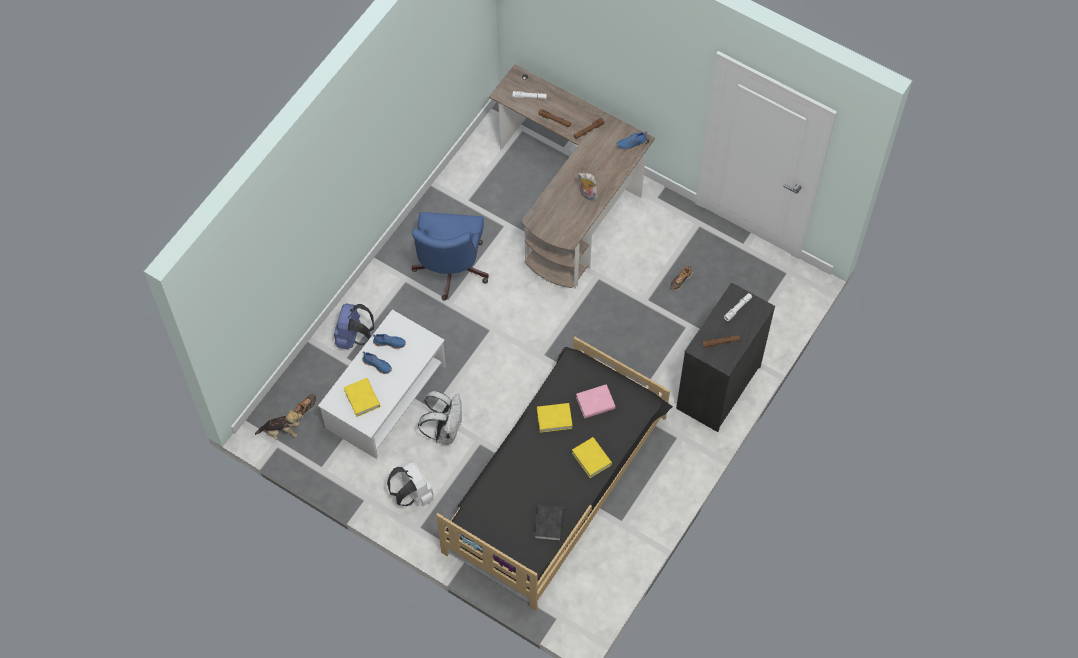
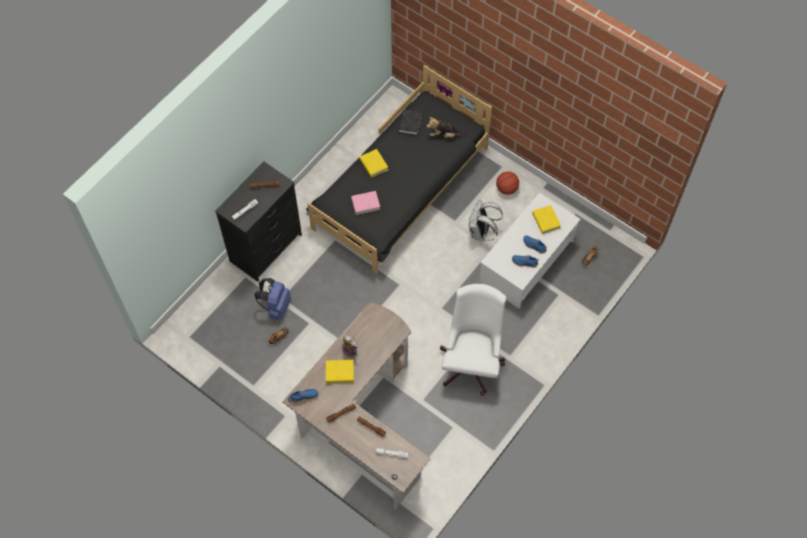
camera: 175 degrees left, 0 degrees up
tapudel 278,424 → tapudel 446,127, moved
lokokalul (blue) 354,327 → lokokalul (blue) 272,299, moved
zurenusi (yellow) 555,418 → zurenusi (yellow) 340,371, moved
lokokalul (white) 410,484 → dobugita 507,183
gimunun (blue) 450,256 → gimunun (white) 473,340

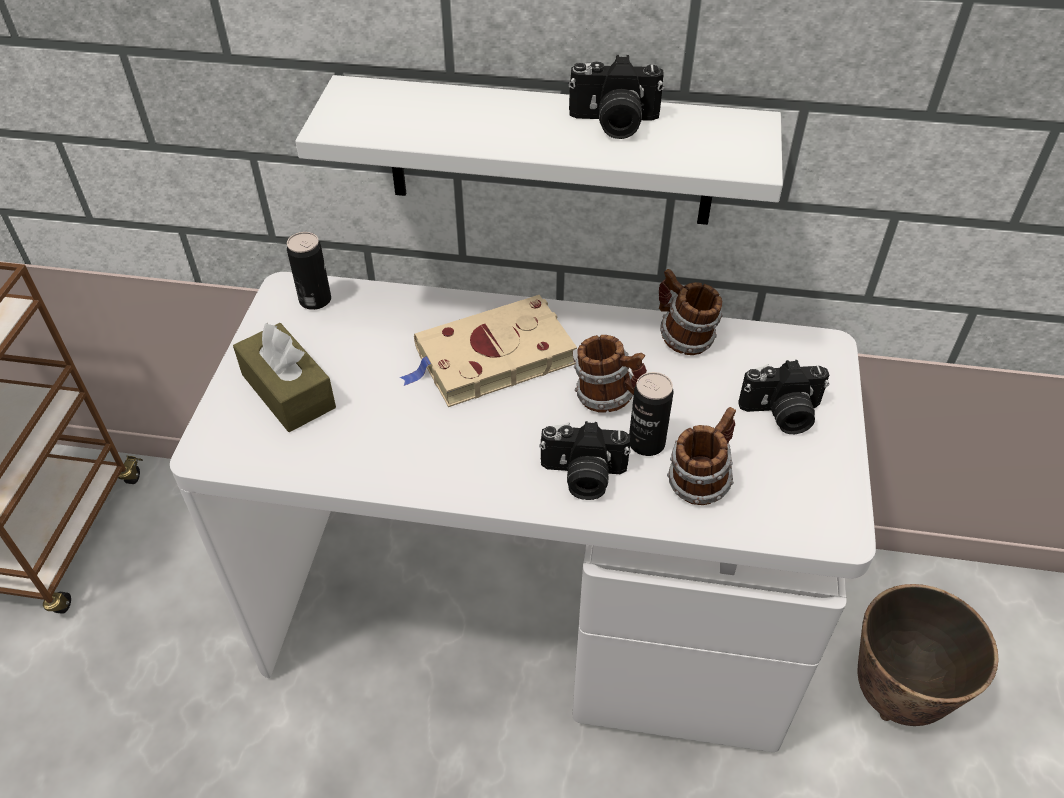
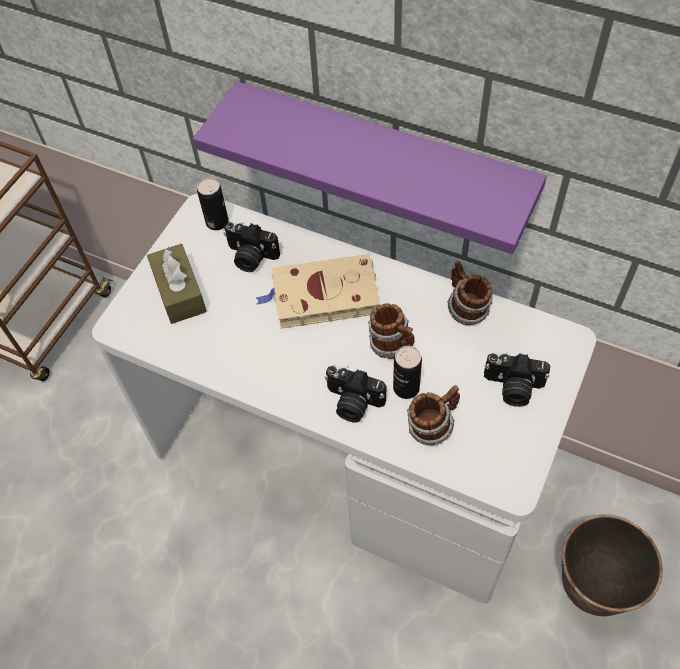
camera: 20 degrees right, 10 degrees up
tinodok 616,97 → tinodok 252,247, moved
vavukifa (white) 539,150 → vavukifa (purple) 370,167

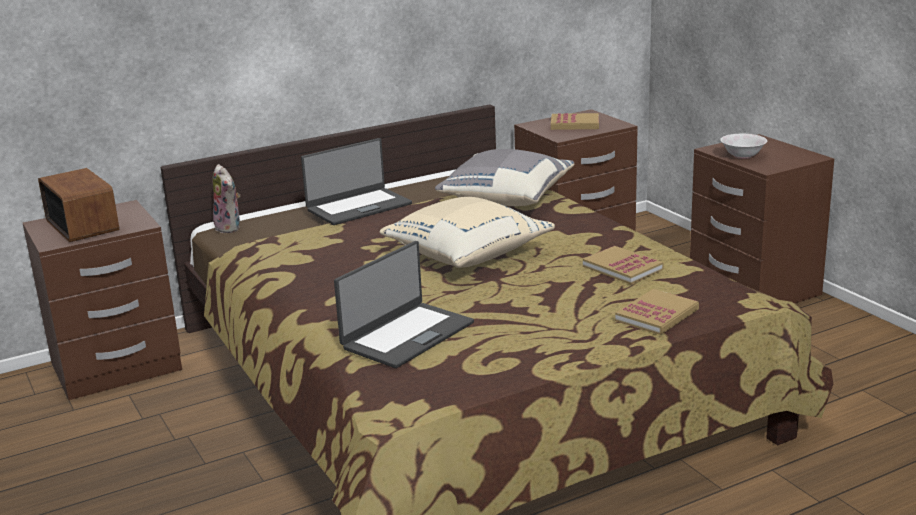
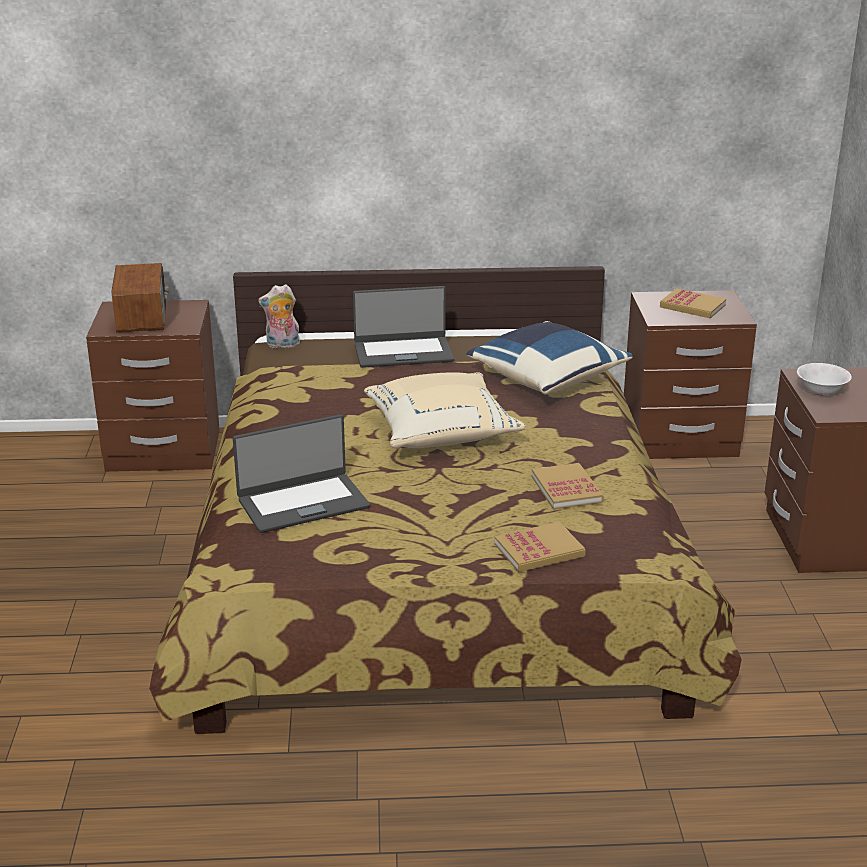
camera: 25 degrees right, 5 degrees up
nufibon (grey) 504,177 → nufibon (blue) 550,358
tapudel 226,198 → tapudel 279,316, 90 degrees clockwise

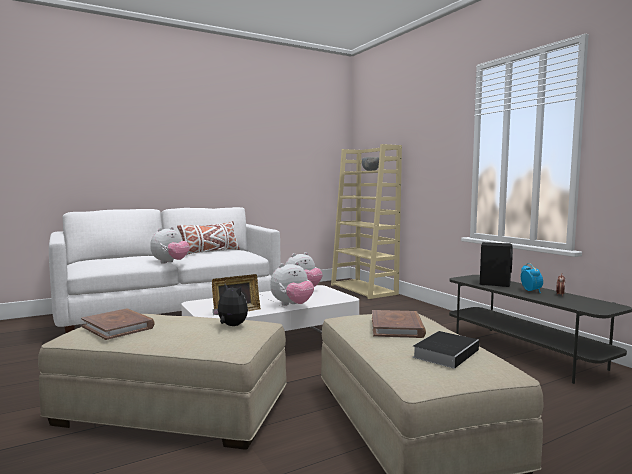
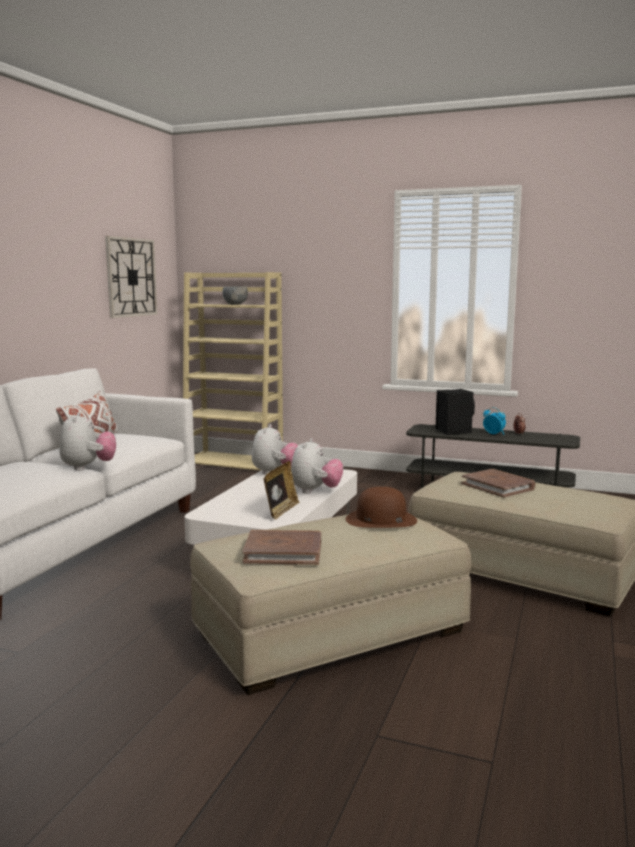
camera: 40 degrees left, 5 degrees up
zurenusi 446,350 → -
- → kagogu 131,277
tapudel 230,305 → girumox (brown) 381,507

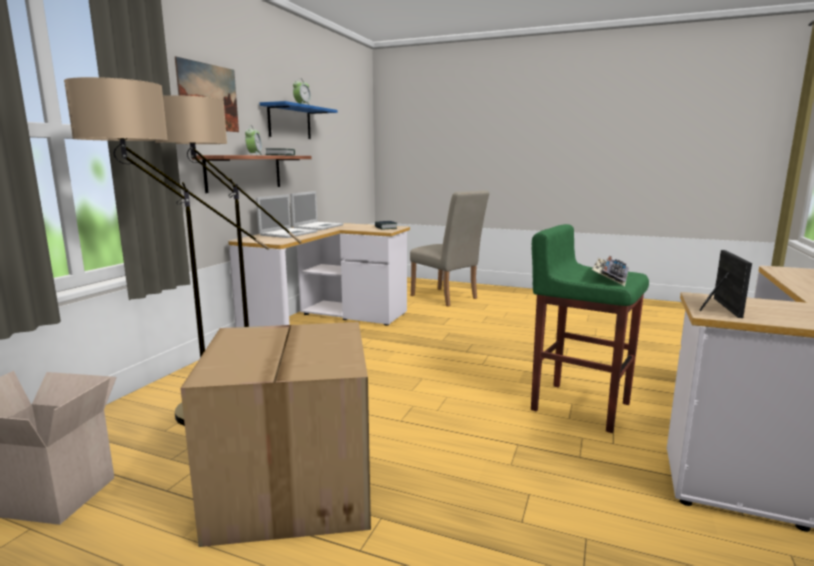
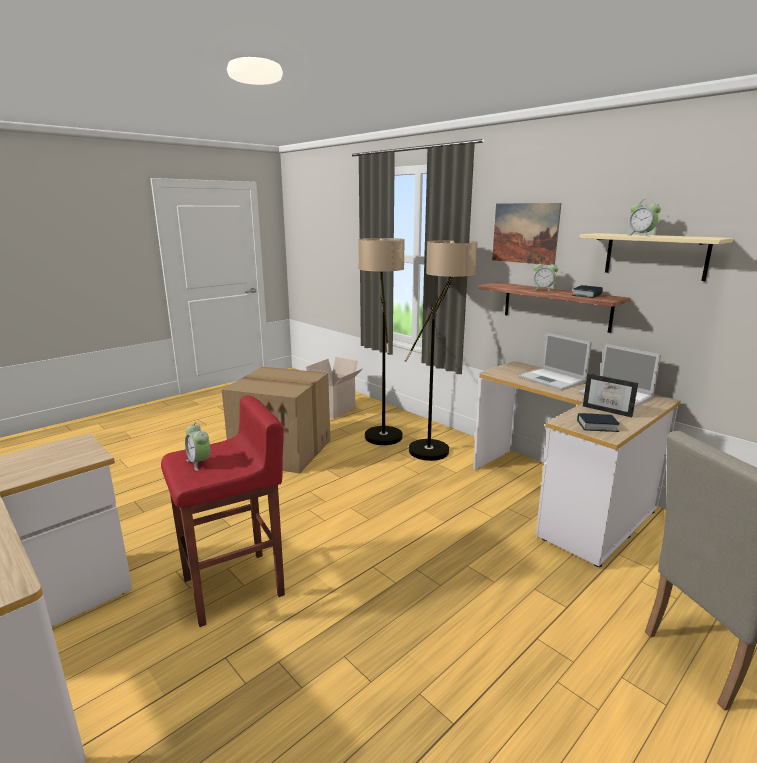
camera: 115 degrees right, 5 degrees up
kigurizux 726,284 → kigurizux 610,395, moved
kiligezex 610,271 → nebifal 197,446
vavukifa (blue) 299,120 → vavukifa (beige) 656,257
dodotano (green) 590,328 → dodotano (red) 223,511

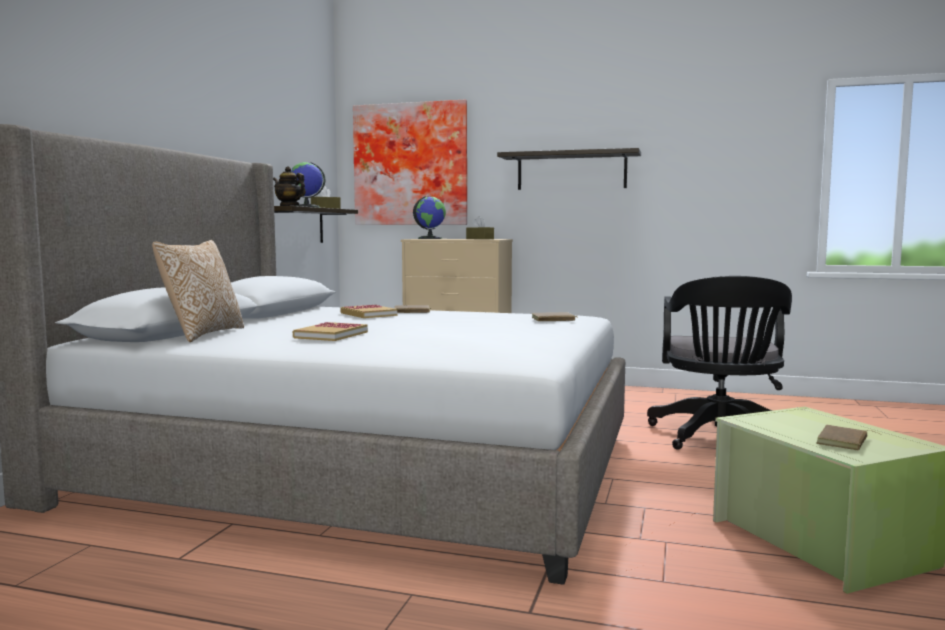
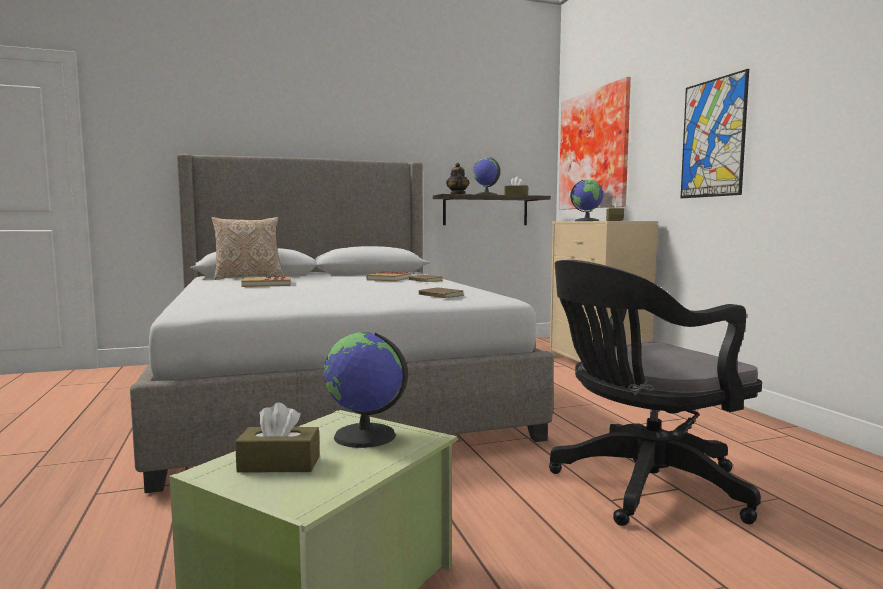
camera: 55 degrees right, 0 degrees up
- → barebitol 366,390
vavukifa 569,169 → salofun 715,133
zurenusi (brown) 848,438 → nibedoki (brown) 277,437

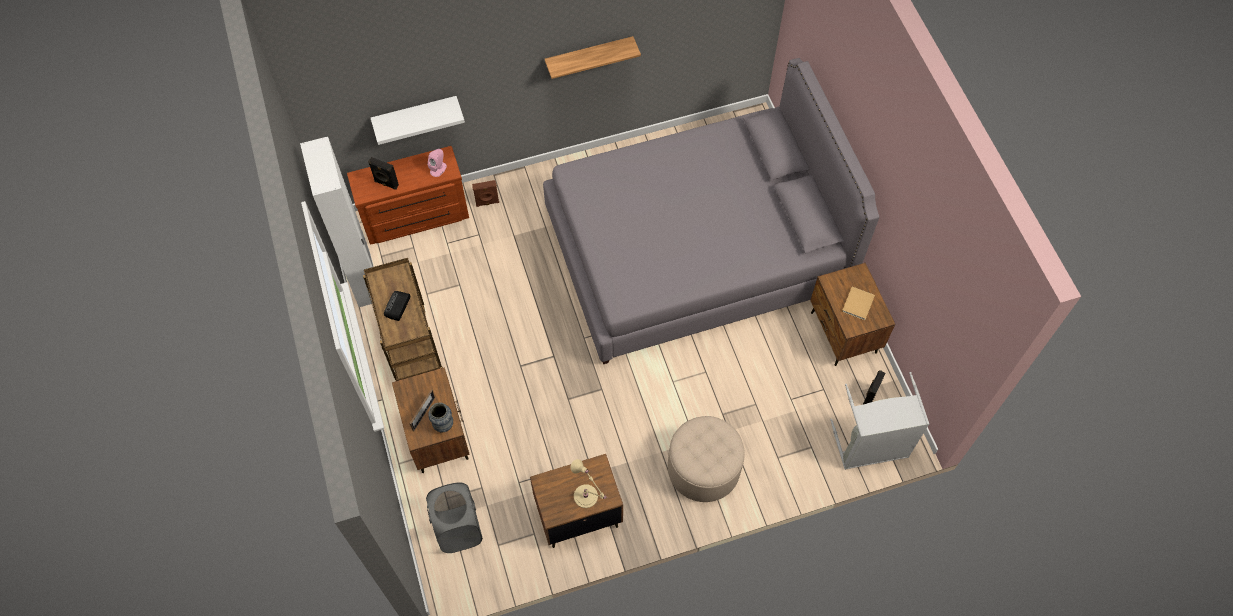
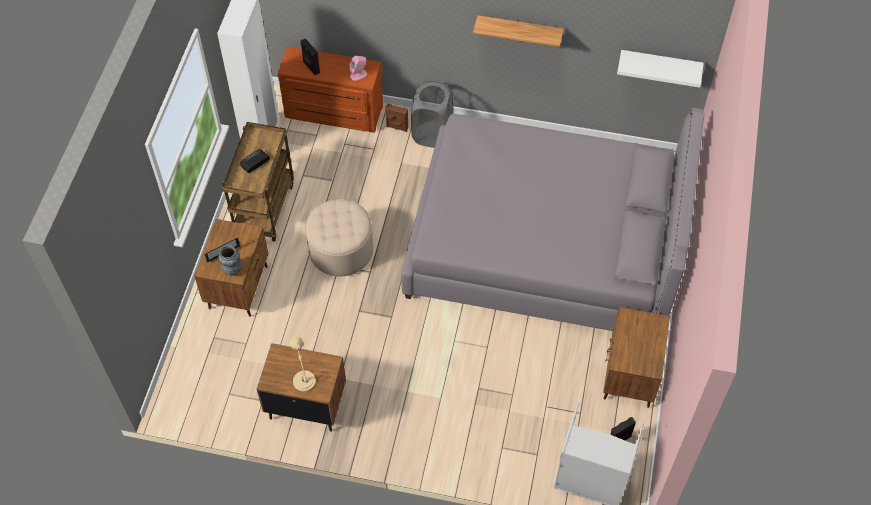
camera: 30 degrees right, 5 degrees down
zurenusi (beige) 858,303 → -
vavukifa (white) 418,120 → vavukifa (white) 660,69, moved
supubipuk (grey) 454,517 → supubipuk (grey) 432,114, moved
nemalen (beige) 706,459 → nemalen (beige) 339,238, moved

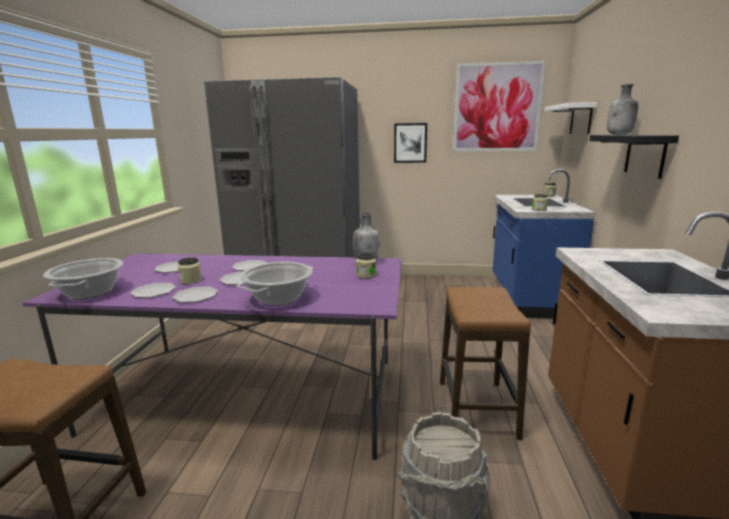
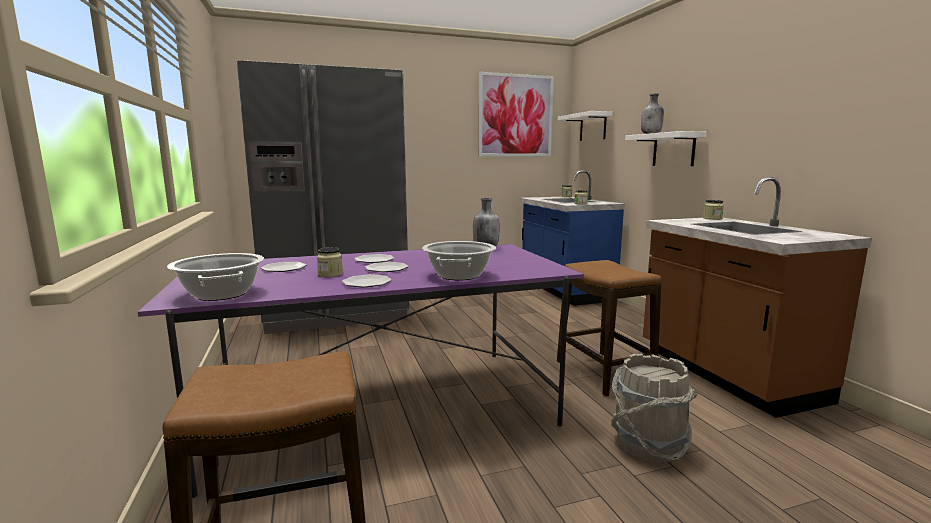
camera: 25 degrees left, 5 degrees down
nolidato 153,290 → -
salofun 410,143 → -
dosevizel 366,265 → dosevizel 713,210, moved
vavukifa (black) 634,157 → vavukifa (white) 665,148

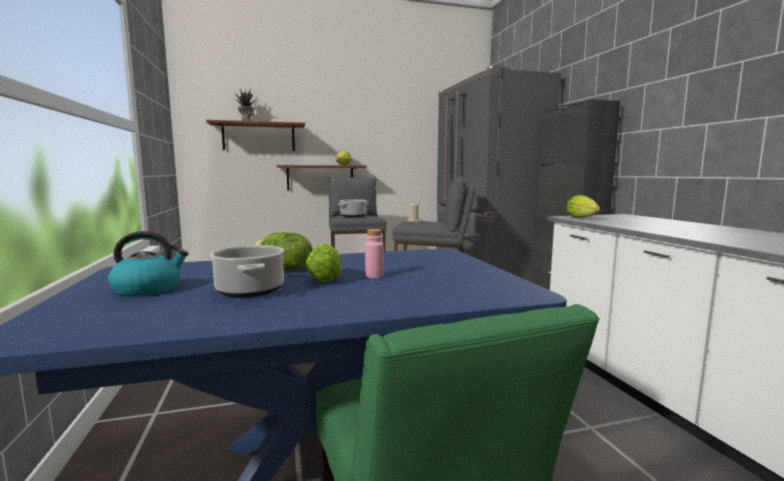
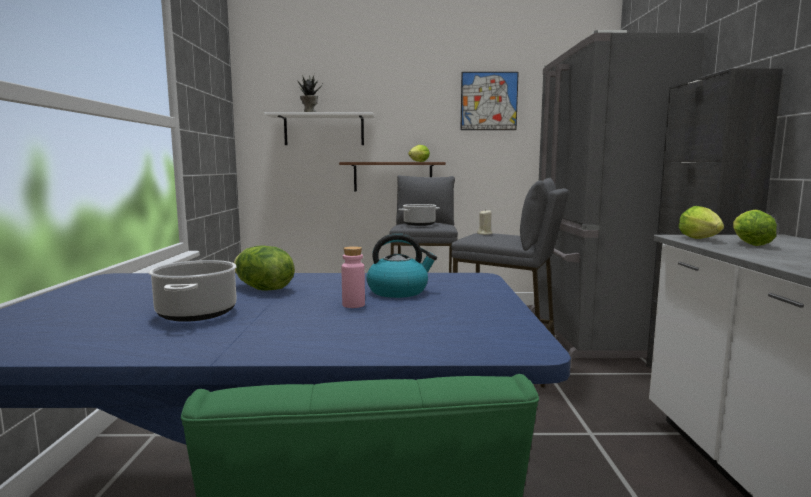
camera: 15 degrees right, 0 degrees up
- → salofun 489,101
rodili 148,263 → rodili 401,265, moved
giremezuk 323,263 → giremezuk 755,228, moved
vavukifa (brown) 255,135 → vavukifa (white) 319,128

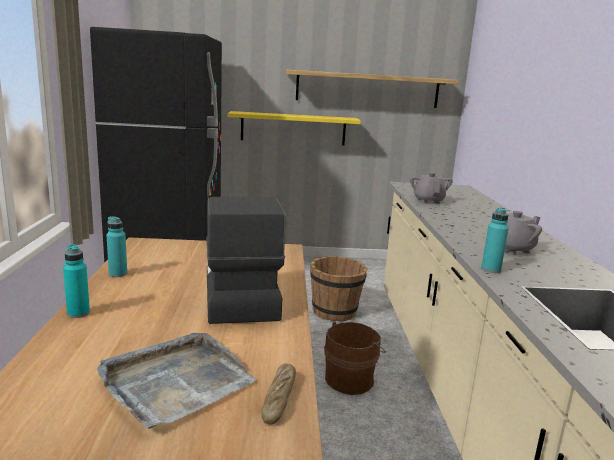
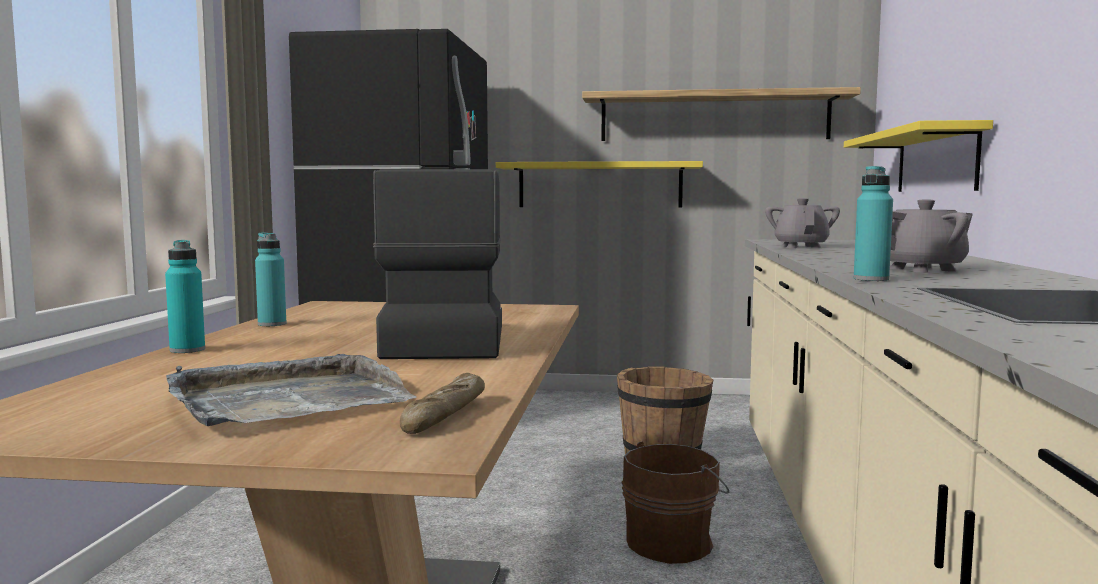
camera: 10 degrees right, 10 degrees down
- → vavukifa (yellow) 918,156

